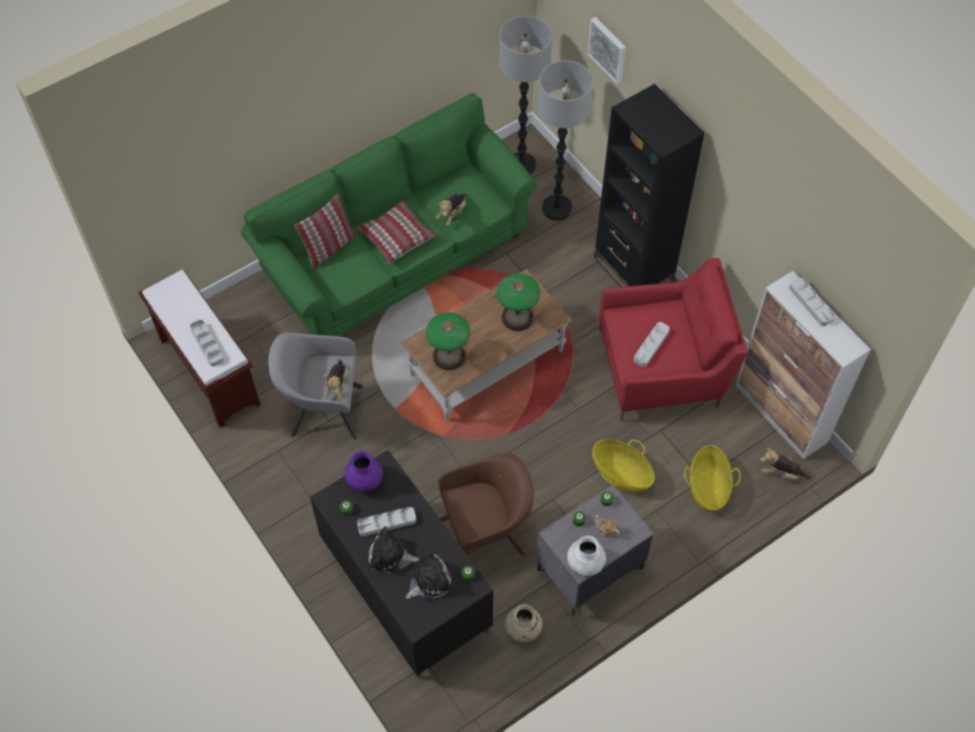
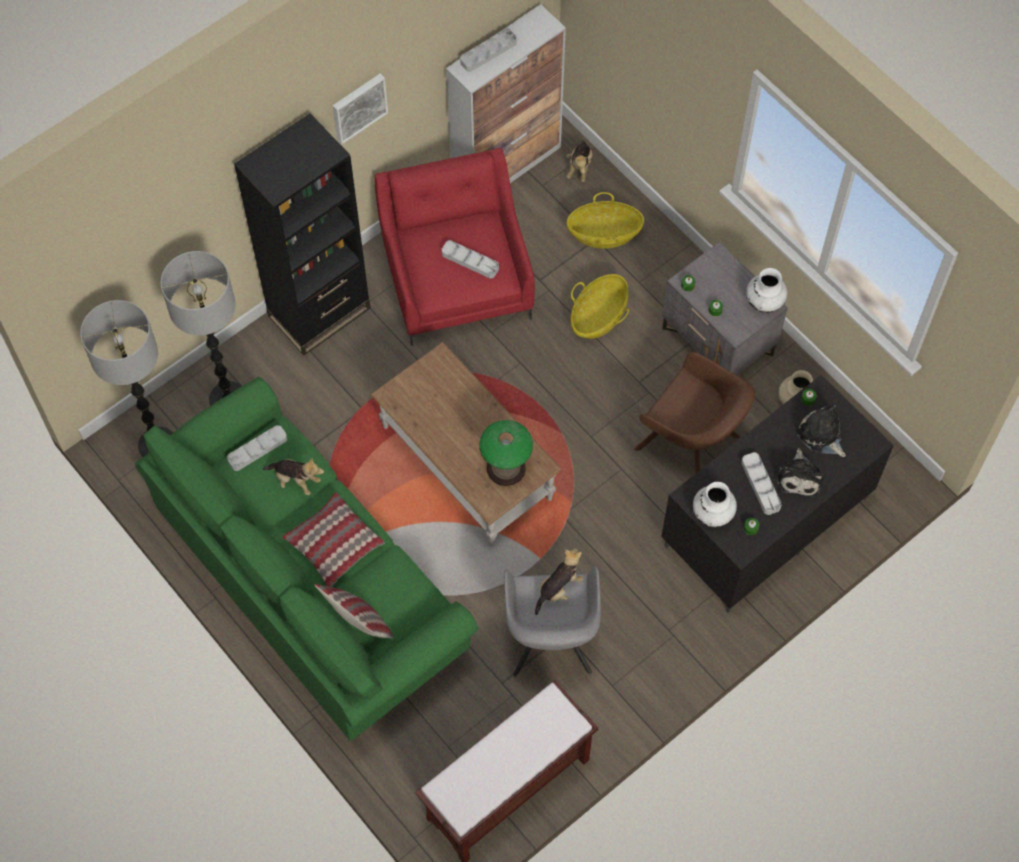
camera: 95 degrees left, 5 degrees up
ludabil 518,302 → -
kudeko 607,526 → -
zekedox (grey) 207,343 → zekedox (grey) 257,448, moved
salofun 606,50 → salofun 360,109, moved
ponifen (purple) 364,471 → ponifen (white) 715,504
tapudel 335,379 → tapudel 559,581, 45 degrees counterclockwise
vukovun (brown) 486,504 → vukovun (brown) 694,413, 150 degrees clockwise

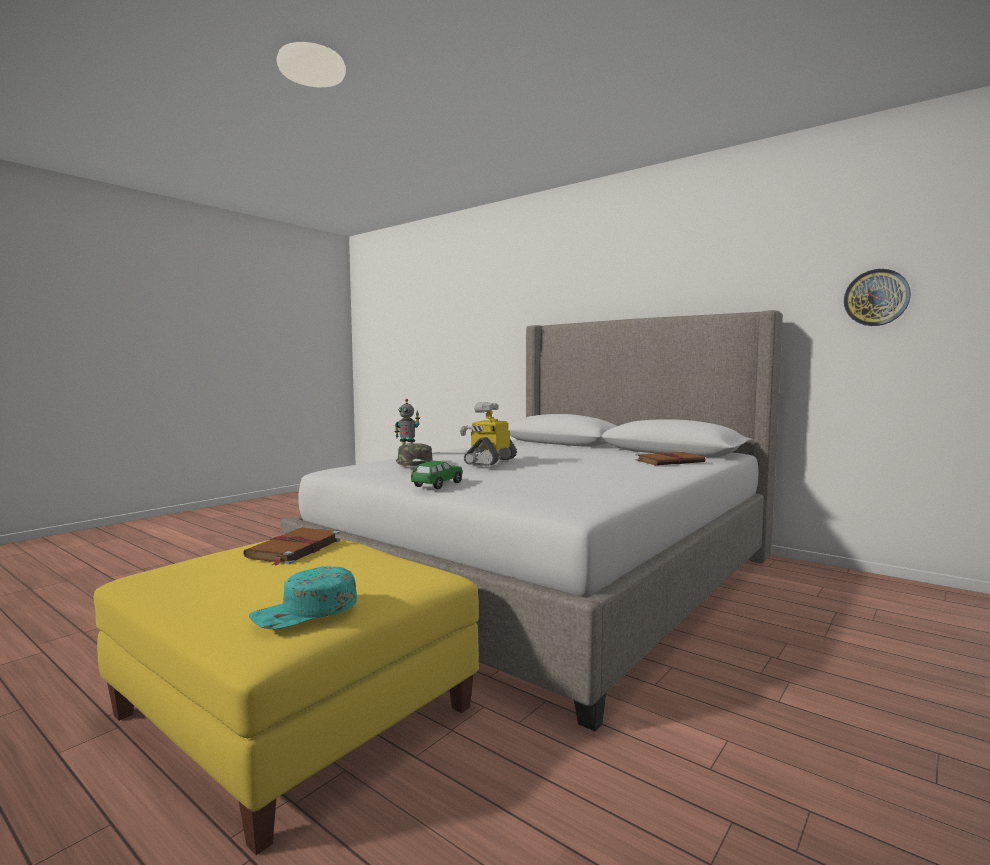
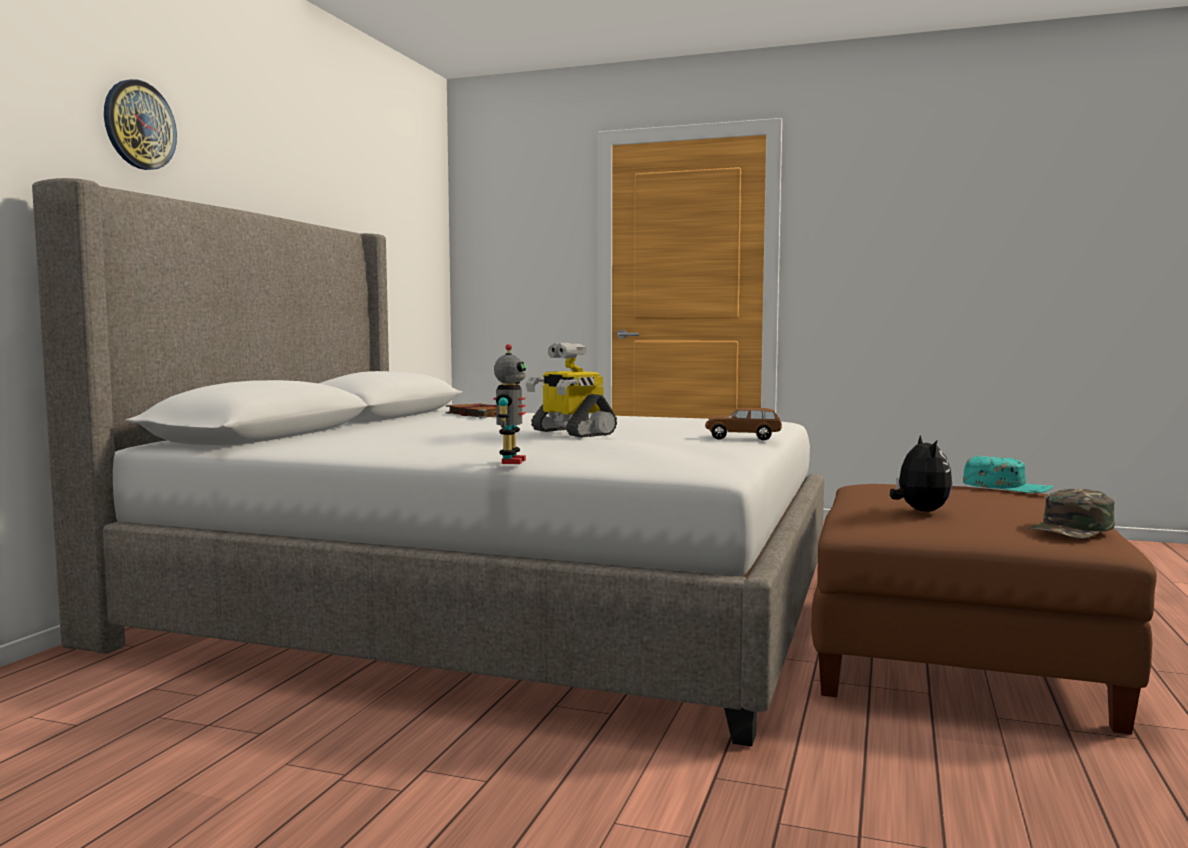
camera: 110 degrees left, 0 degrees up
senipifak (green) 414,454 → senipifak (green) 1071,514, moved
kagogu 877,297 → kagogu 140,124, moved
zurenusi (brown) 291,547 → tapudel 921,473
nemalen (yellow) 286,697 → nemalen (brown) 984,609
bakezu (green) 437,475 → bakezu (brown) 743,424
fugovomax 488,434 → fugovomax 571,390, 45 degrees clockwise

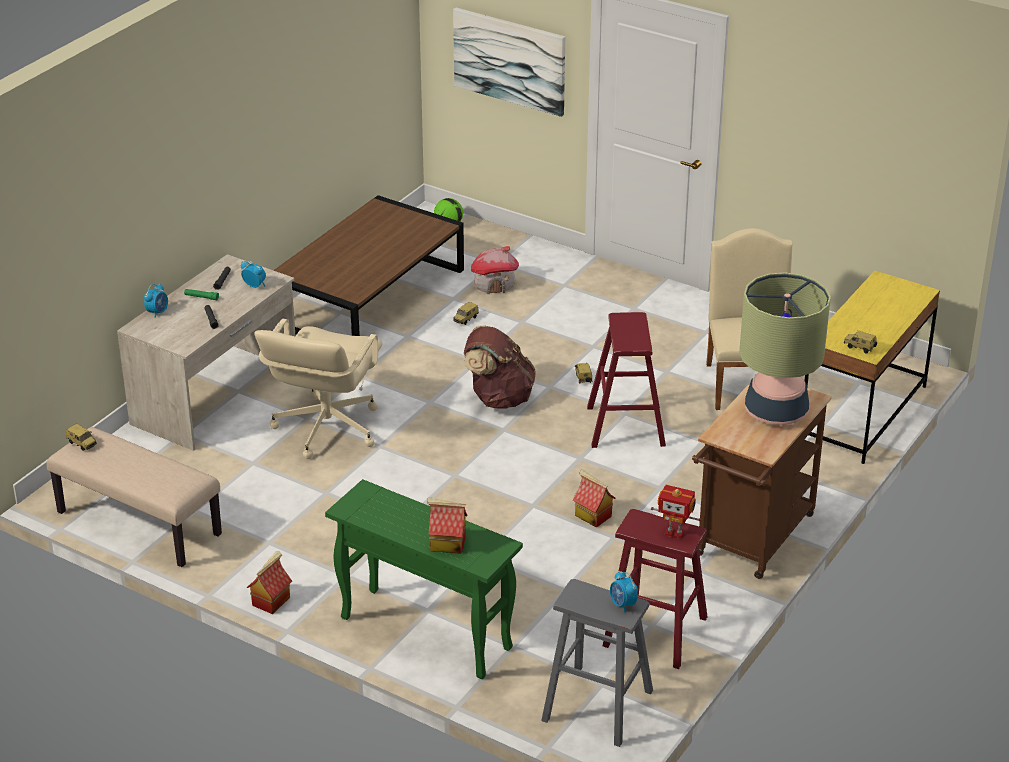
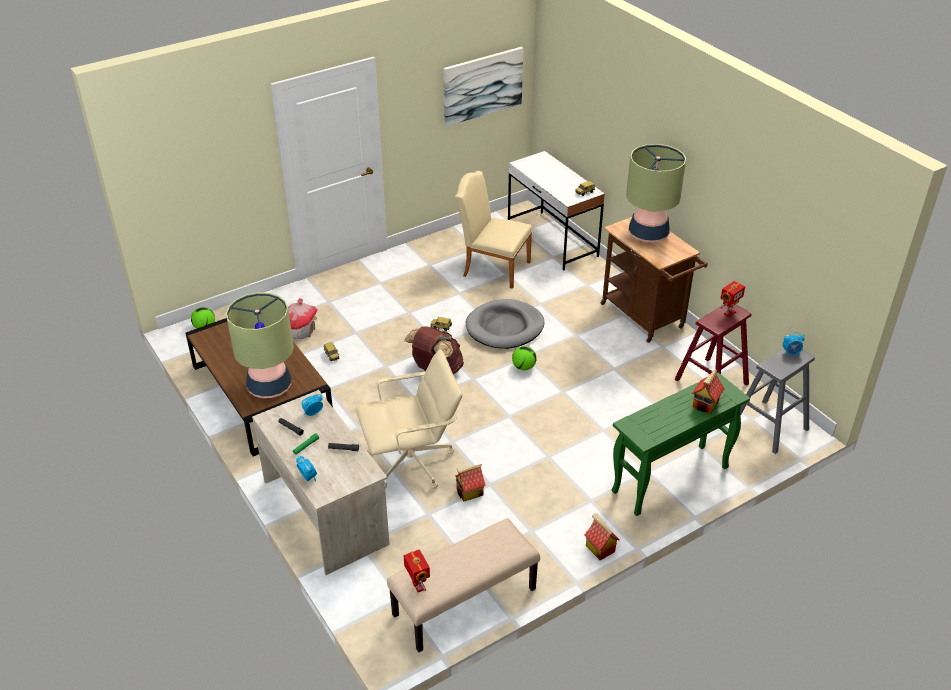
camera: 65 degrees left, 5 degrees up
- → ludabil 260,345
- → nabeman 524,358
salofun 509,62 → salofun 483,86, moved
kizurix 594,499 → kizurix 470,483, moved
bakezu 81,437 → fugovomax 417,570
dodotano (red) 626,380 → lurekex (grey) 505,324
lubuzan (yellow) 872,367 → lubuzan (white) 556,211
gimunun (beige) 318,389 → gimunun (beige) 409,419, 60 degrees counterclockwise

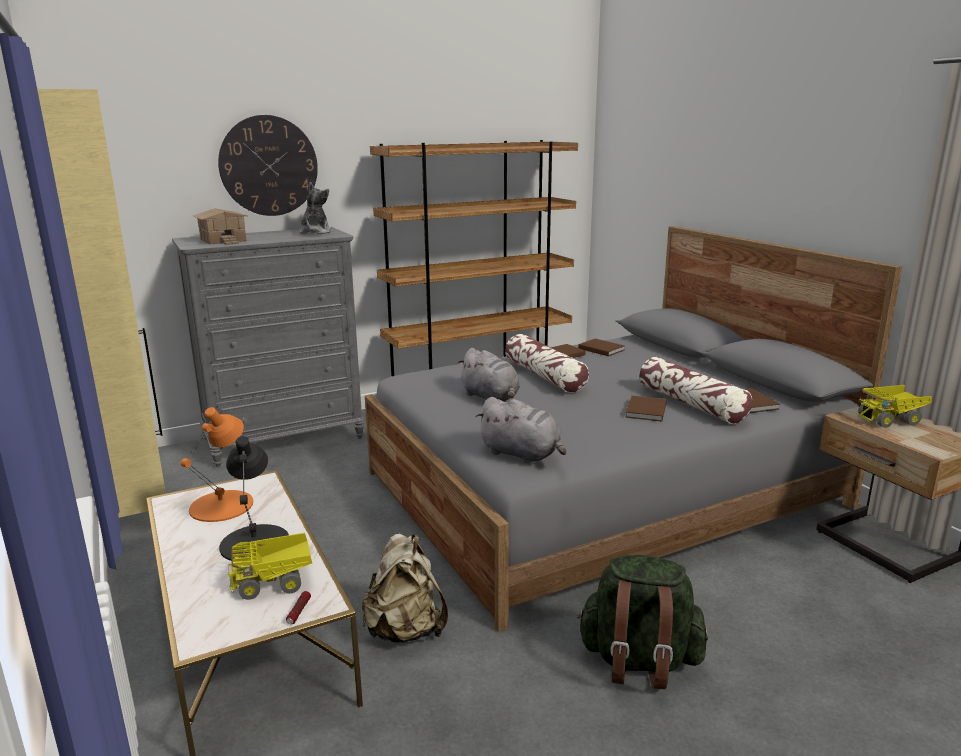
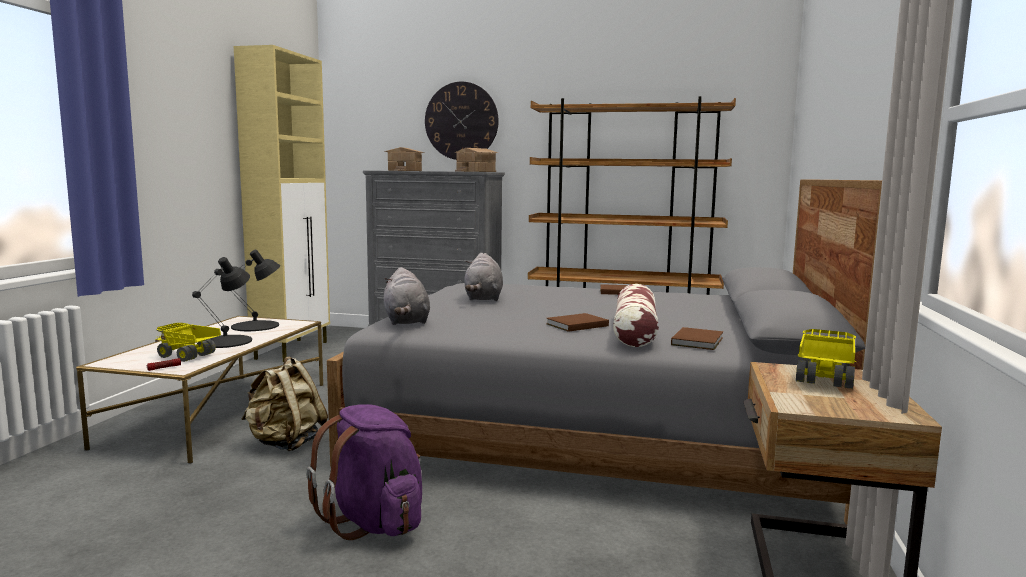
camera: 40 degrees right, 10 degrees down
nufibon 547,363 → -
zurenusi (brown) 601,347 → -
tapudel 315,208 → kizurix 476,160
ludabil (orange) 217,464 → ludabil (black) 250,290
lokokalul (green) 642,622 → lokokalul (purple) 364,472
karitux 895,406 → karitux 826,359, 90 degrees clockwise

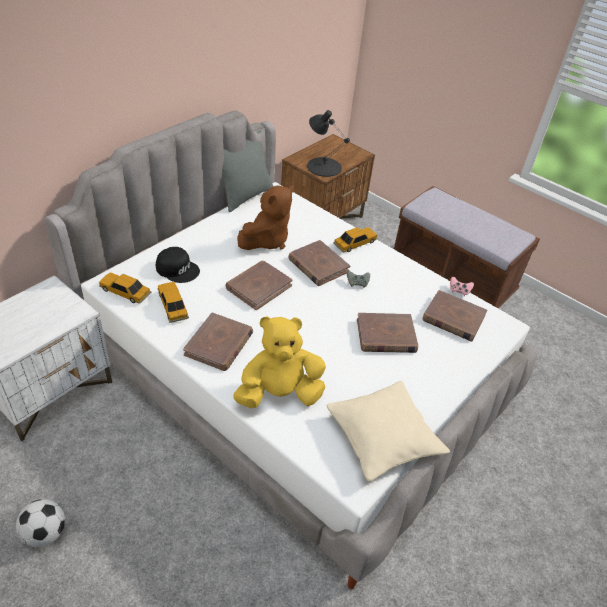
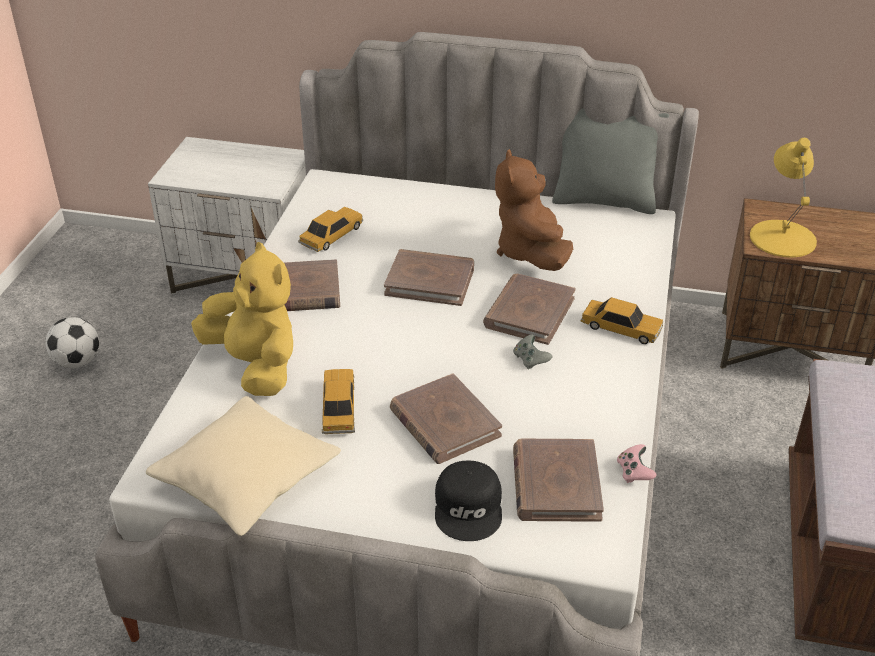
camera: 65 degrees right, 5 degrees down
bakezu 125,288 → bakezu 338,401, moved
senipifak (black) 178,265 → senipifak (black) 468,500, moved
ludabil (black) 328,143 → ludabil (yellow) 783,198
tapudel (brown) 265,217 → tapudel (brown) 534,210, 75 degrees clockwise

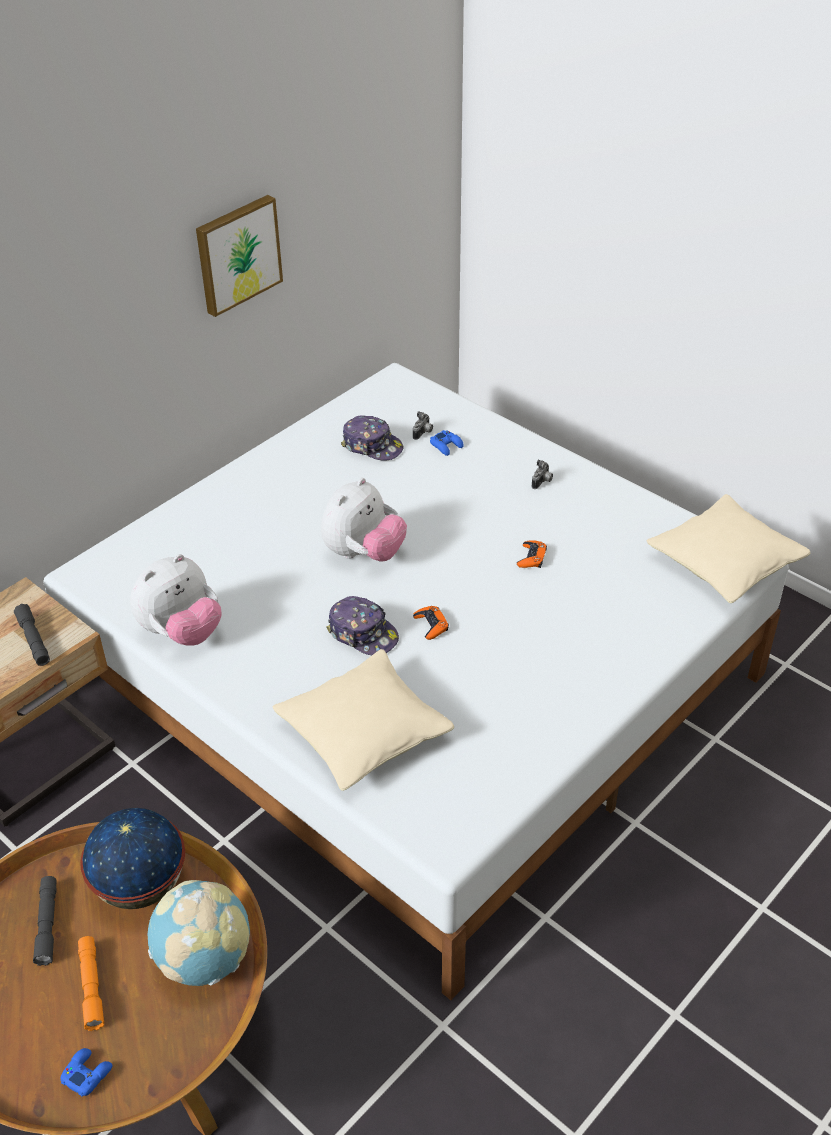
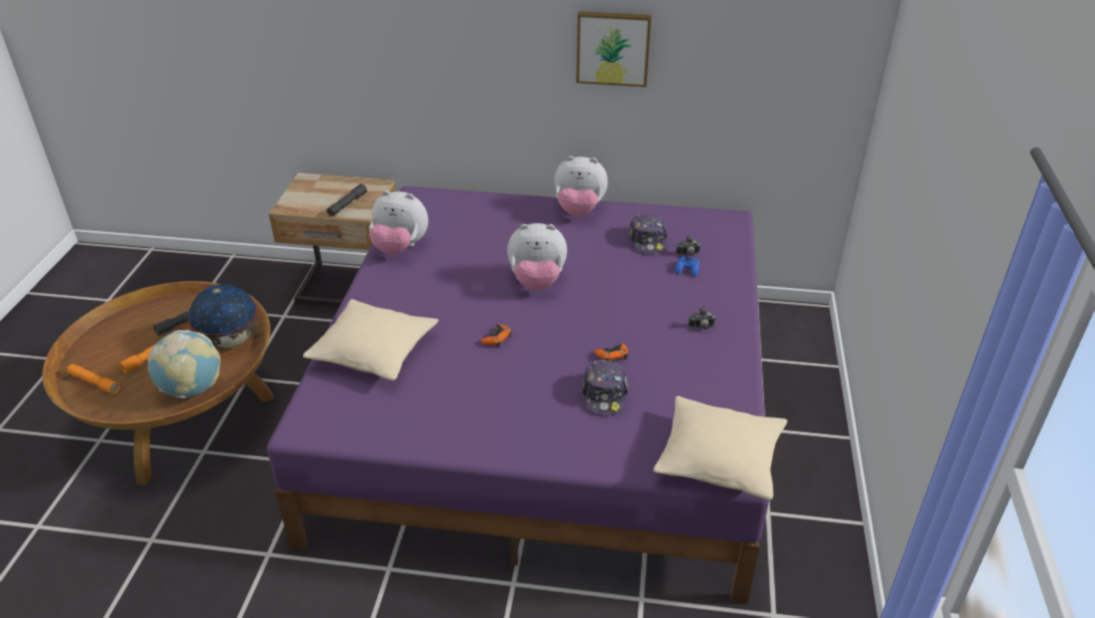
camera: 55 degrees right, 5 degrees down
- → tapudel 581,186
senipifak 362,625 → senipifak 605,387, moved
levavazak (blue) 86,1072 → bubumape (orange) 94,379
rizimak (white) 416,681 → rizimak (purple) 518,395

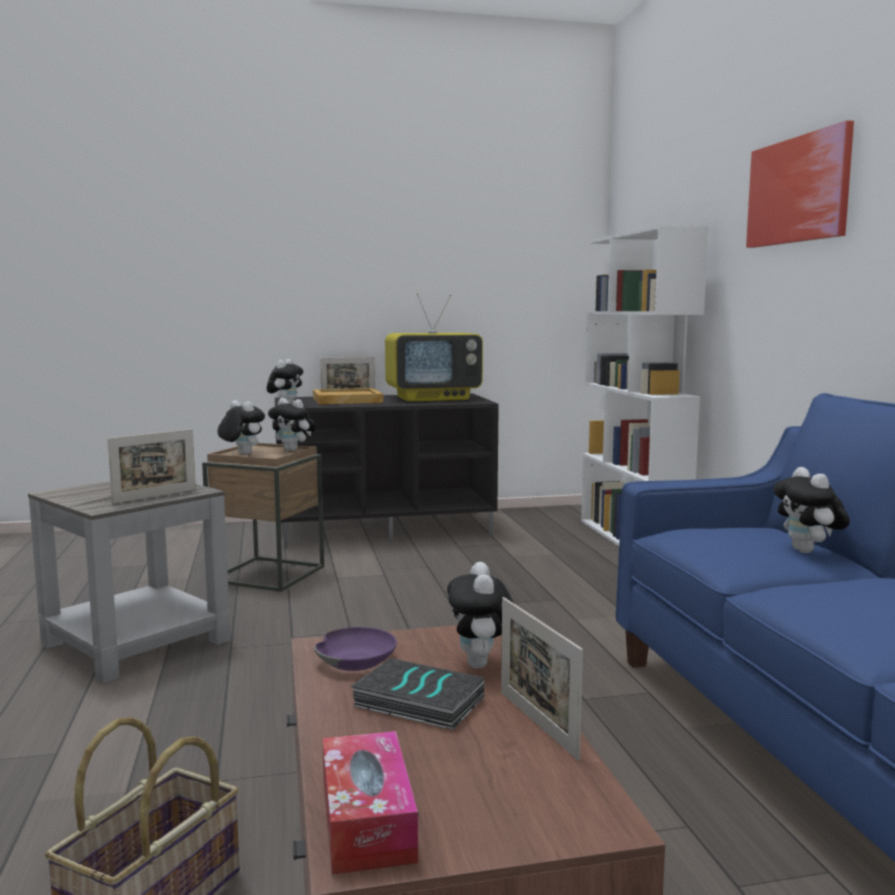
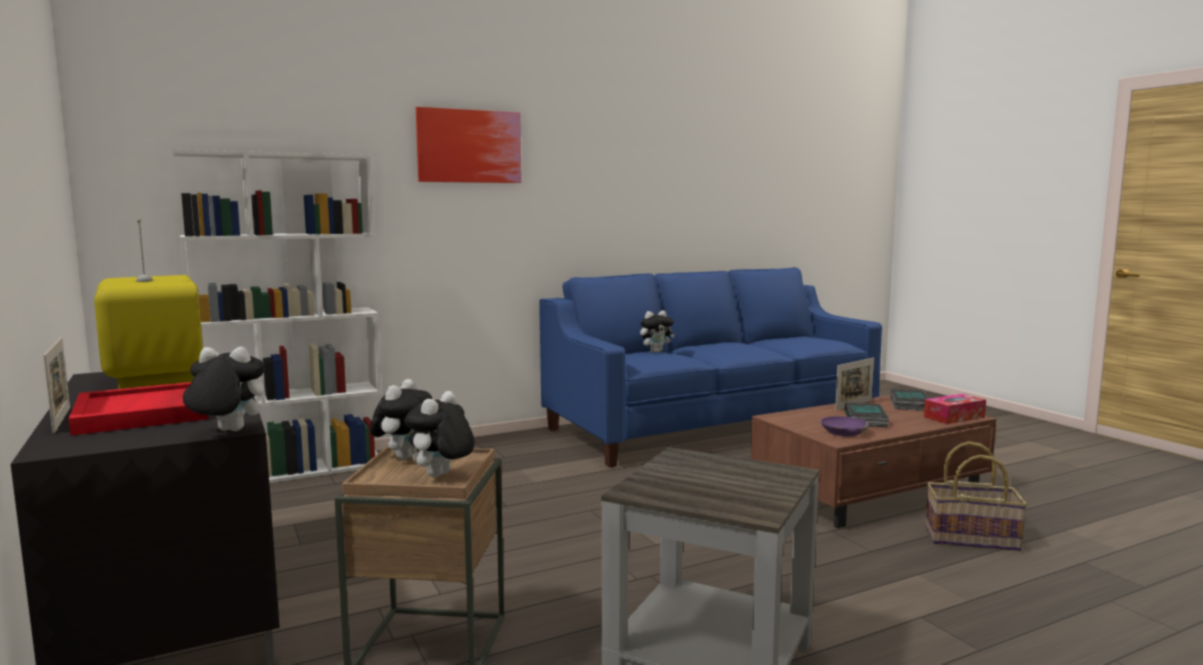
camera: 105 degrees left, 0 degrees up
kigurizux 152,466 → -
tapudel 480,615 → -
- → zurenusi 909,399
zekedox (beige) 348,396 → zekedox (red) 138,409

